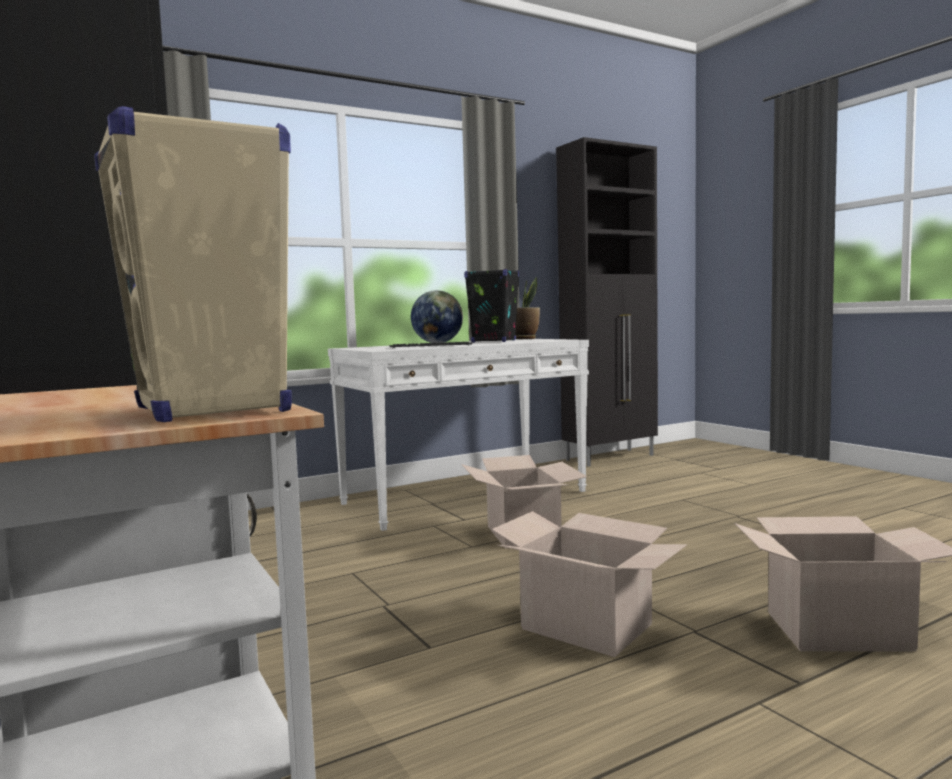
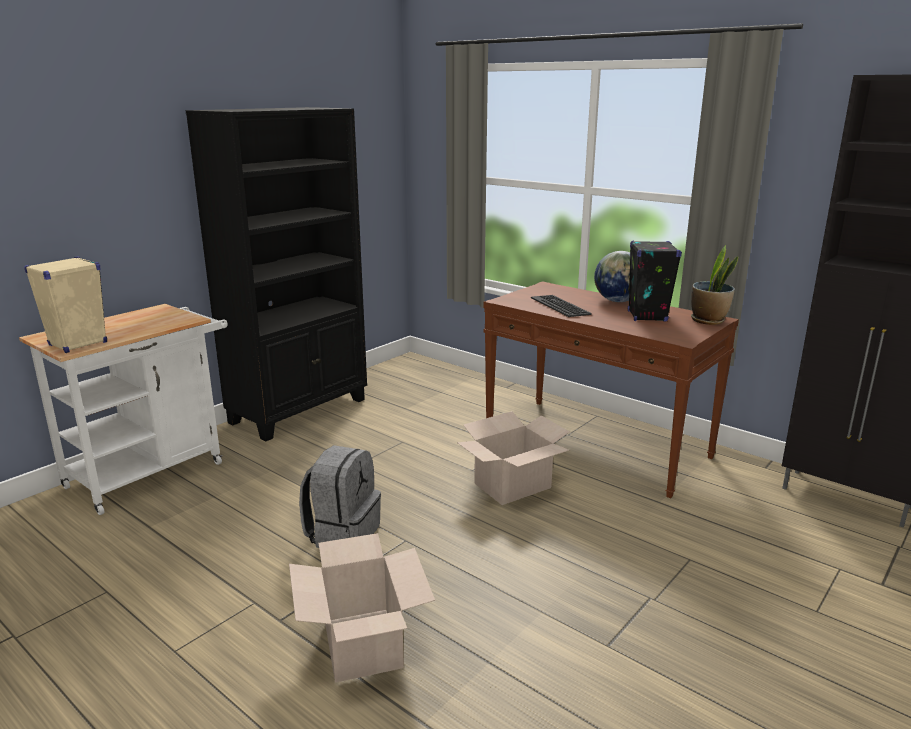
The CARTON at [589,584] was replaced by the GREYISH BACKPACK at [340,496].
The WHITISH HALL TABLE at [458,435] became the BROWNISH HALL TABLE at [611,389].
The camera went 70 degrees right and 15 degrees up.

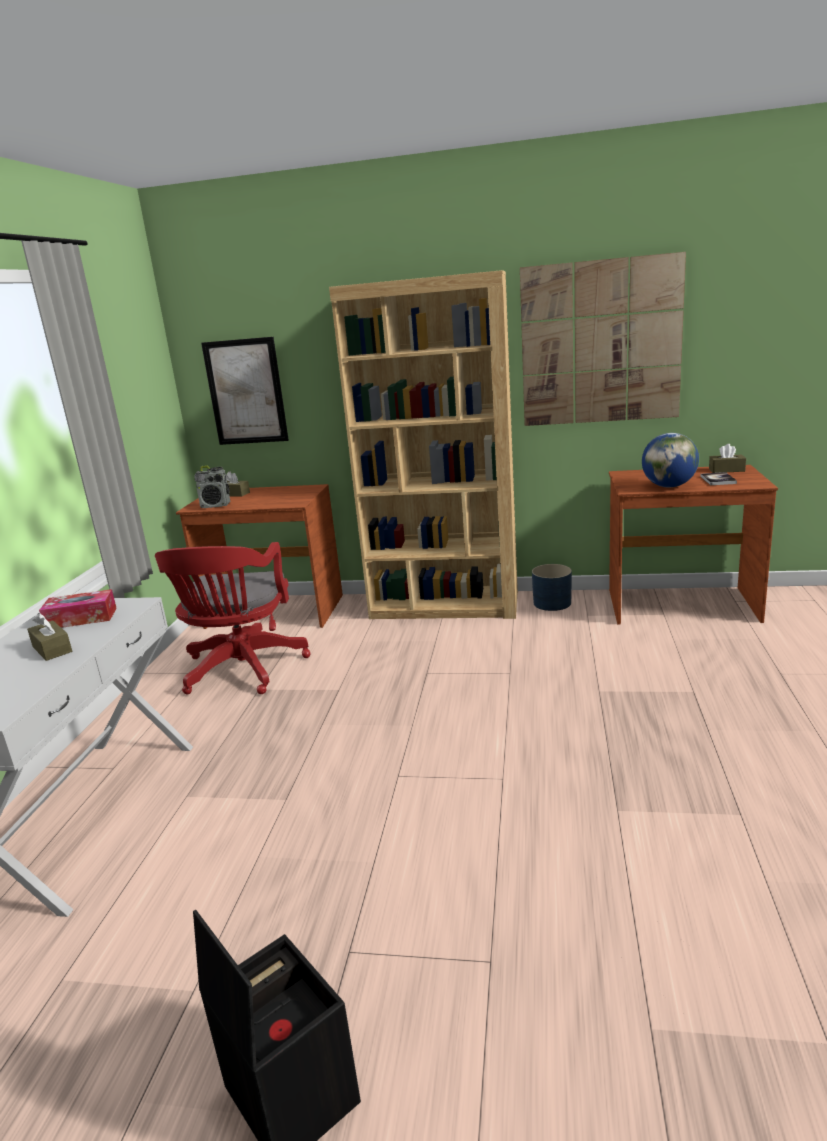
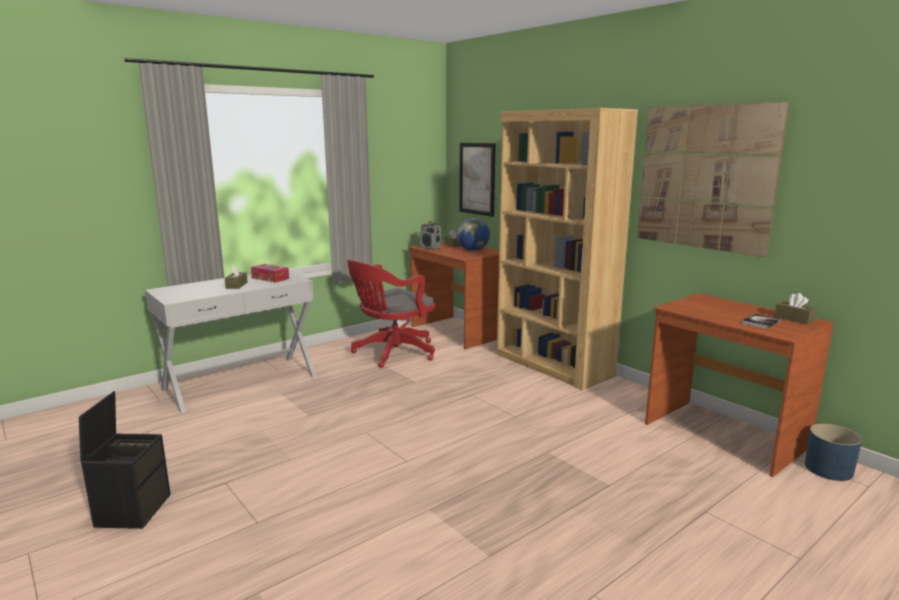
The WORLD GLOBE moved from [670,460] to [473,234].
The BLUE PLANTER moved from [552,587] to [833,452].
The camera went 40 degrees right and 5 degrees down.

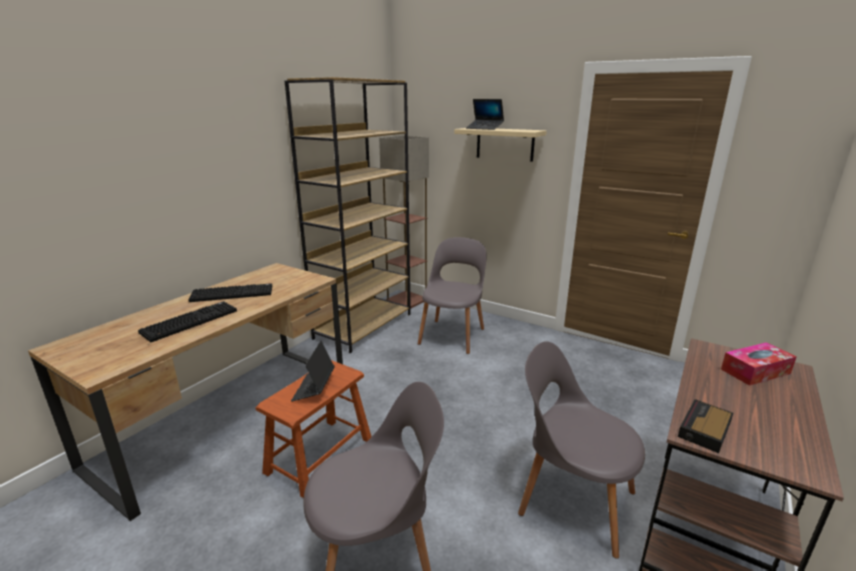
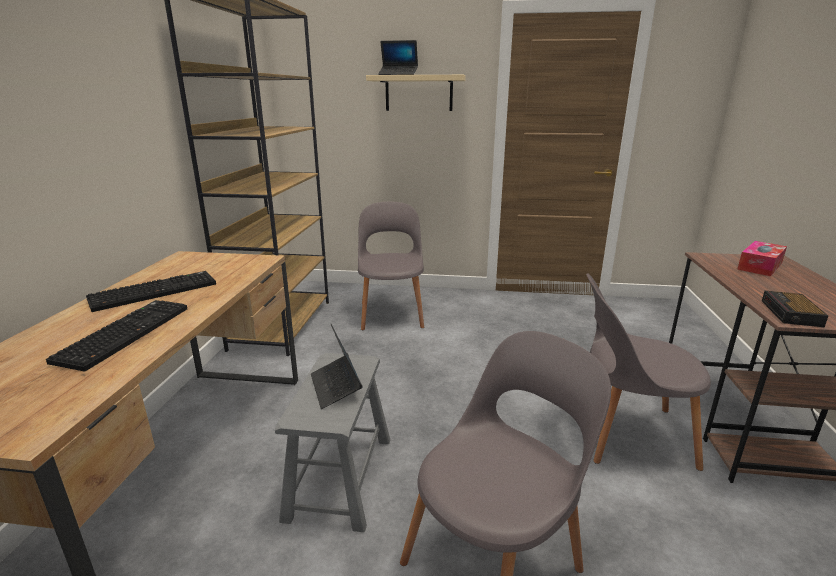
The BROWNISH SITTING STOOL at [313,429] became the GREYISH SITTING STOOL at [332,442].
The STANDARD LAMP at [404,222] disappeared.
The camera went 25 degrees left and 0 degrees up.

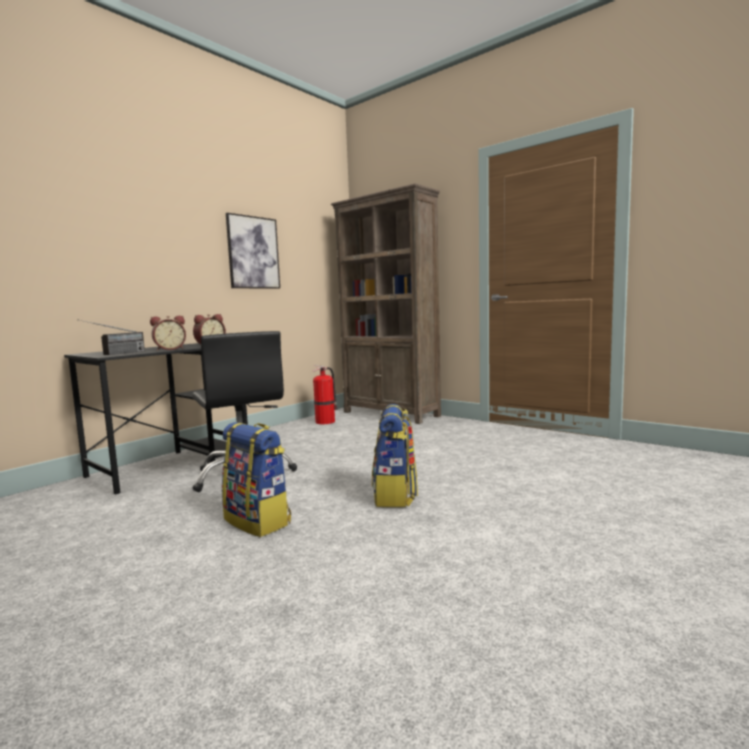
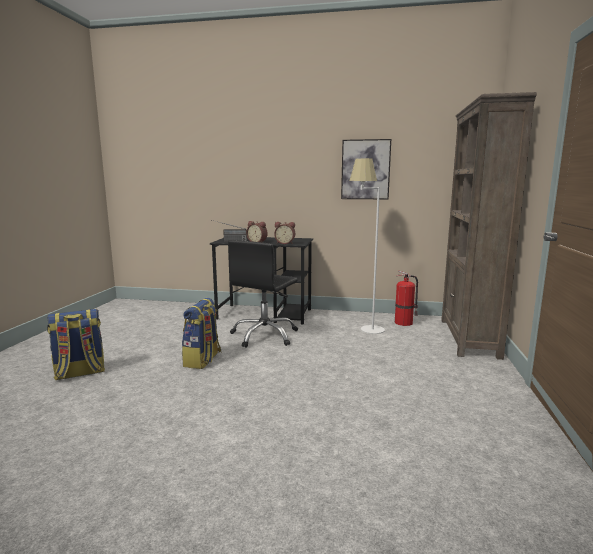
The BACKPACK moved from [395,455] to [76,344].
The WHITISH STANDARD LAMP at [367,246] appeared.
The camera went 60 degrees right and 5 degrees up.

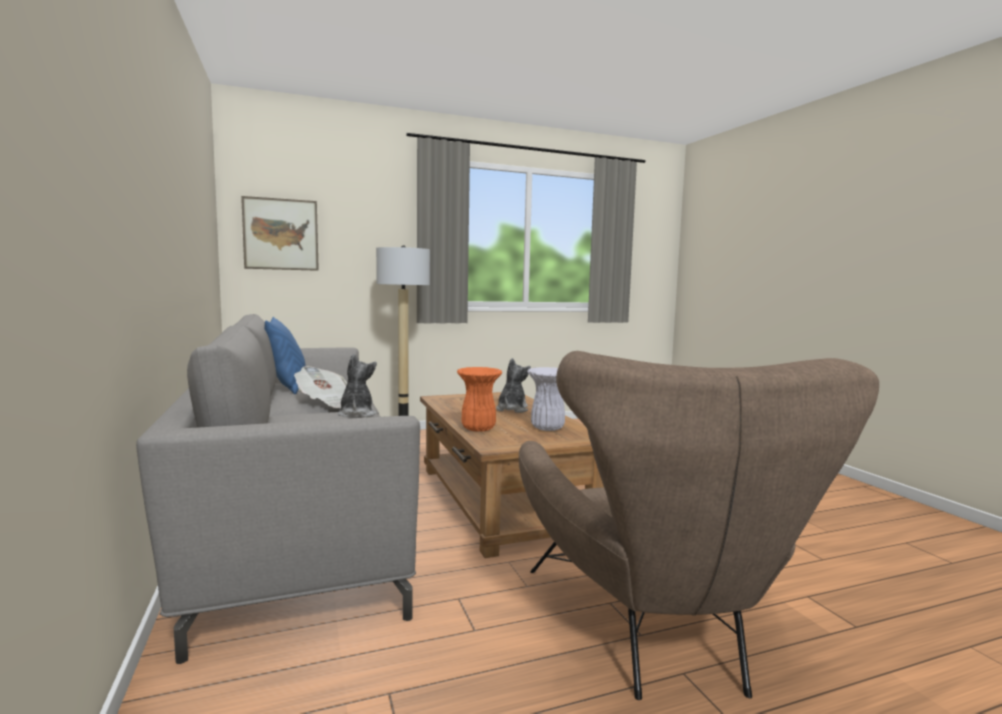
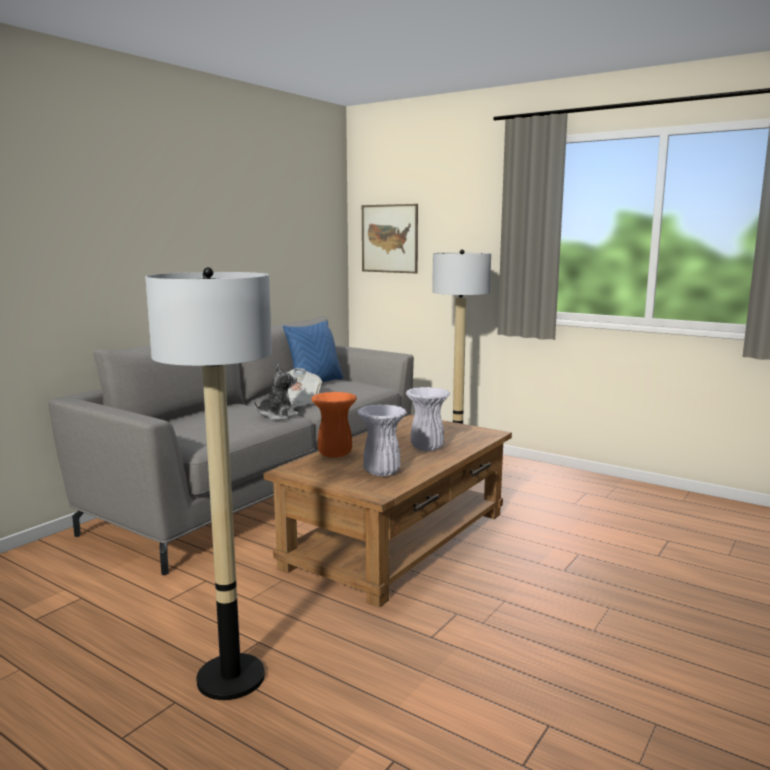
The BROWNISH EASY CHAIR at [699,525] was replaced by the STANDARD LAMP at [208,483].
The CUDDLY TOY at [513,385] was replaced by the WHITISH DECORATIVE VASE at [428,419].
The camera went 55 degrees right and 5 degrees up.

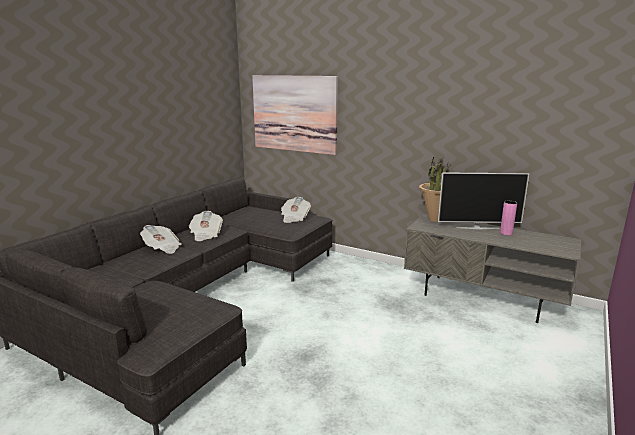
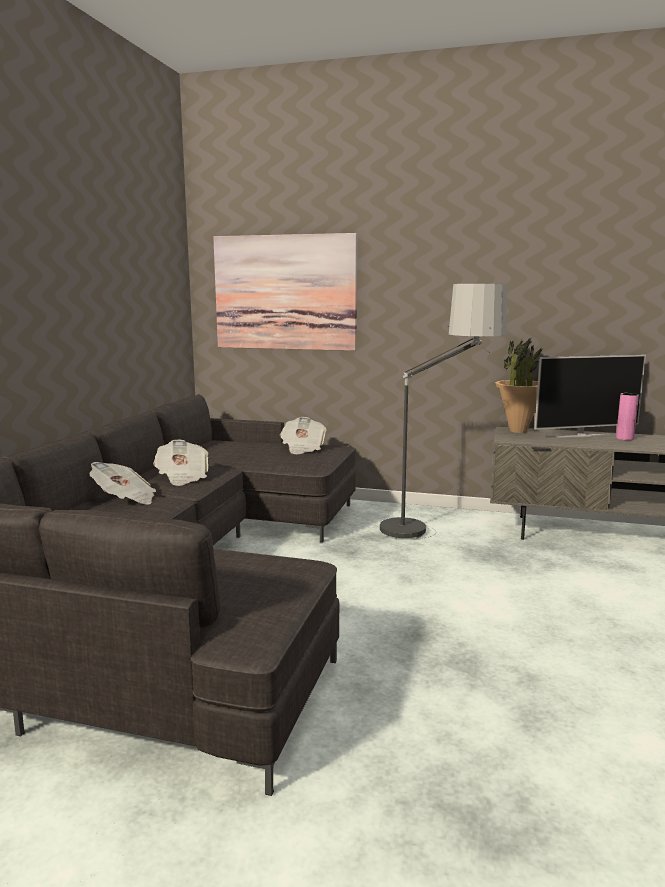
The STANDARD LAMP at [443,411] appeared.
The camera went 15 degrees left and 5 degrees down.

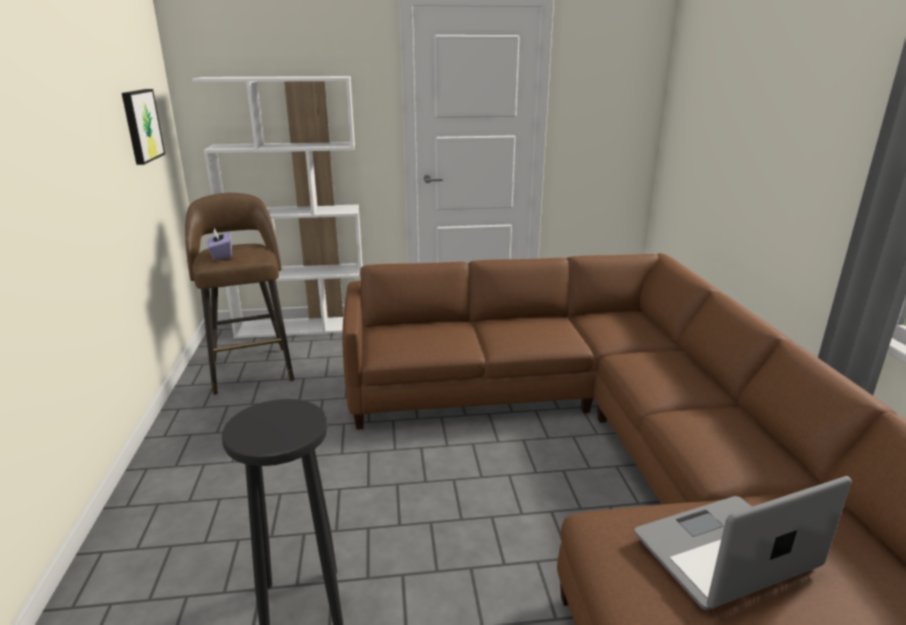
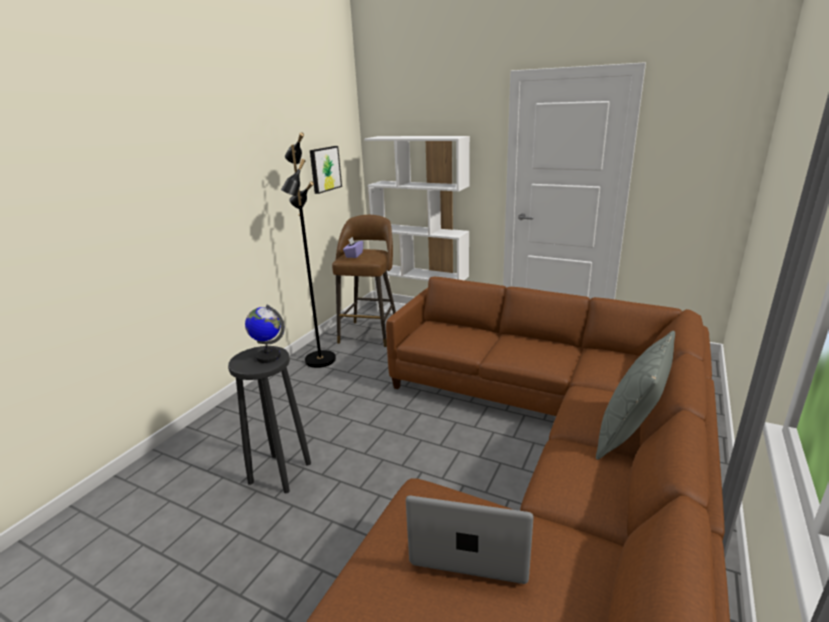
The WORLD GLOBE at [265,334] appeared.
The BLACK STANDARD LAMP at [308,250] appeared.
The GREYISH PILLOW at [635,395] appeared.
The camera went 35 degrees right and 0 degrees up.

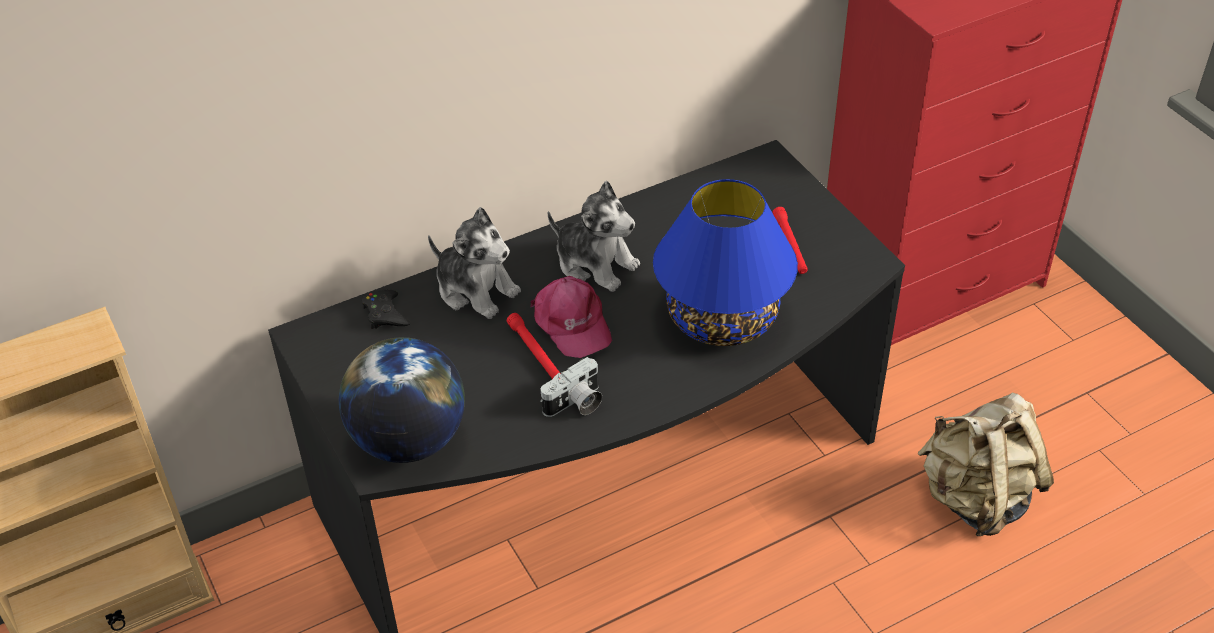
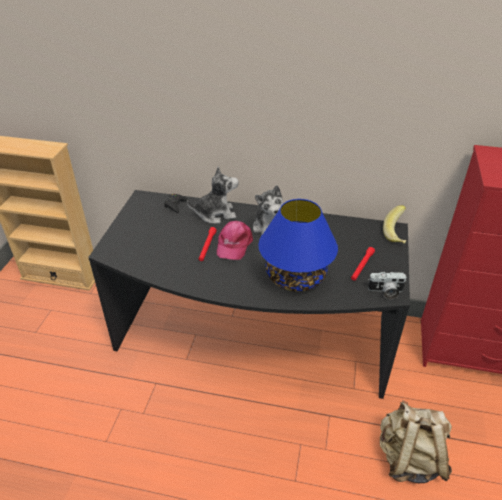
The CUDDLY TOY at [474,263] turned 90 degrees counterclockwise.
The PHOTO CAMERA moved from [571,387] to [387,285].
The BANANA at [394,224] appeared.
The WORLD GLOBE at [402,400] disappeared.
The camera went 40 degrees right and 5 degrees down.

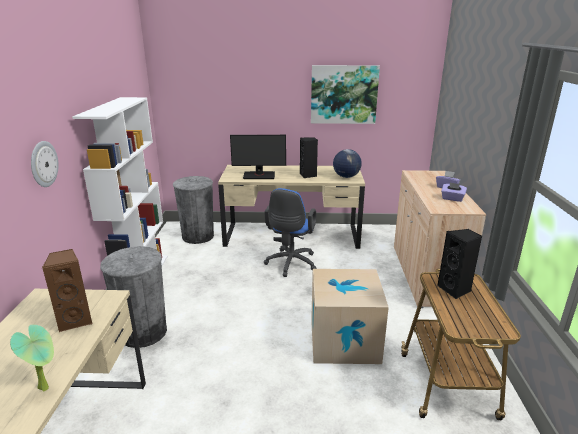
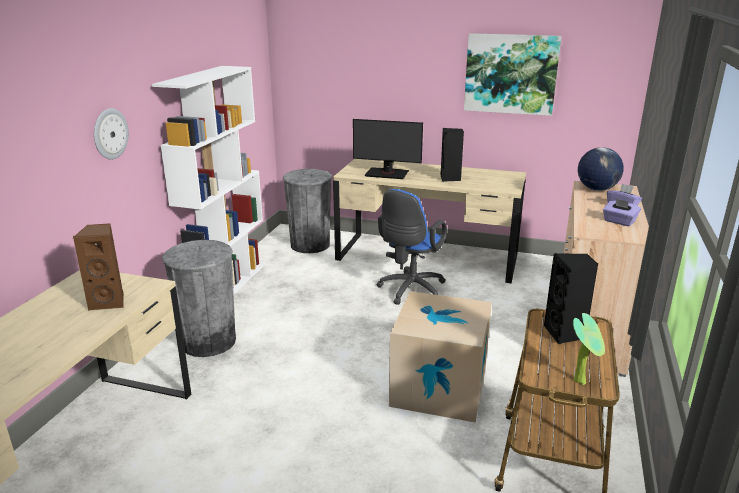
The PLANT IN A POT moved from [32,358] to [589,349].
The WORLD GLOBE moved from [347,163] to [601,169].
The camera went 15 degrees right and 0 degrees up.

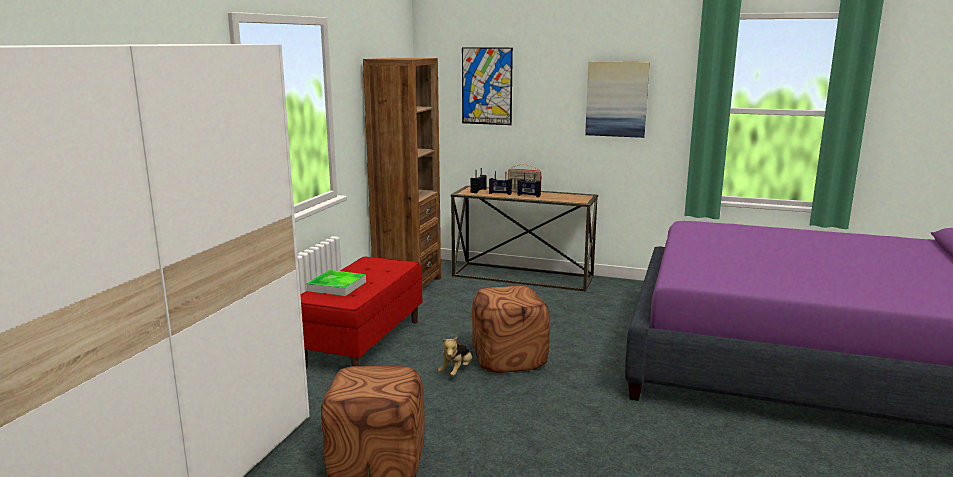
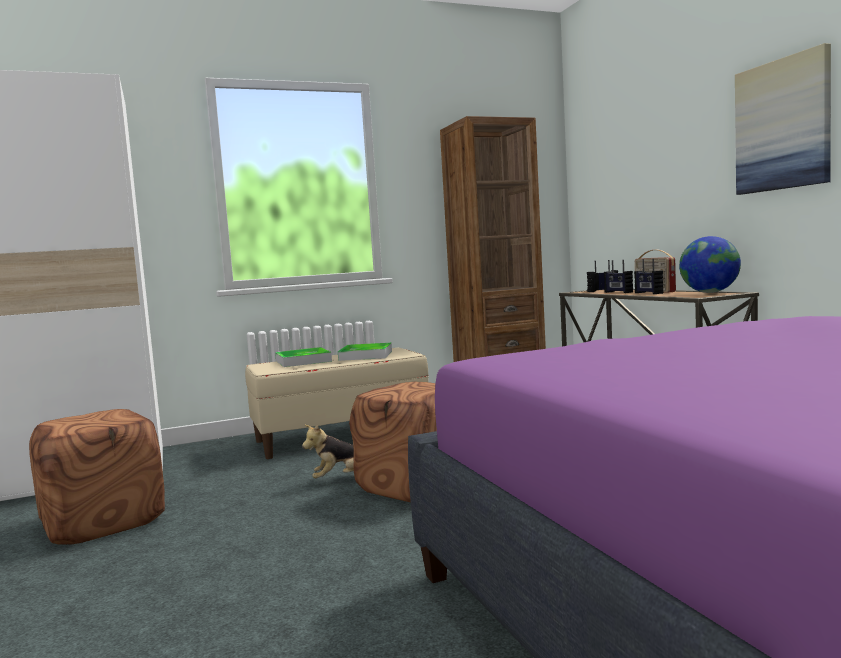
The RED-COLOURED BENCH at [361,313] became the BEIGE BENCH at [337,403].
The SERVING TRAY at [365,352] appeared.
The WORLD GLOBE at [710,264] appeared.
The WALL ART at [487,86] disappeared.
The camera went 50 degrees right and 10 degrees down.

